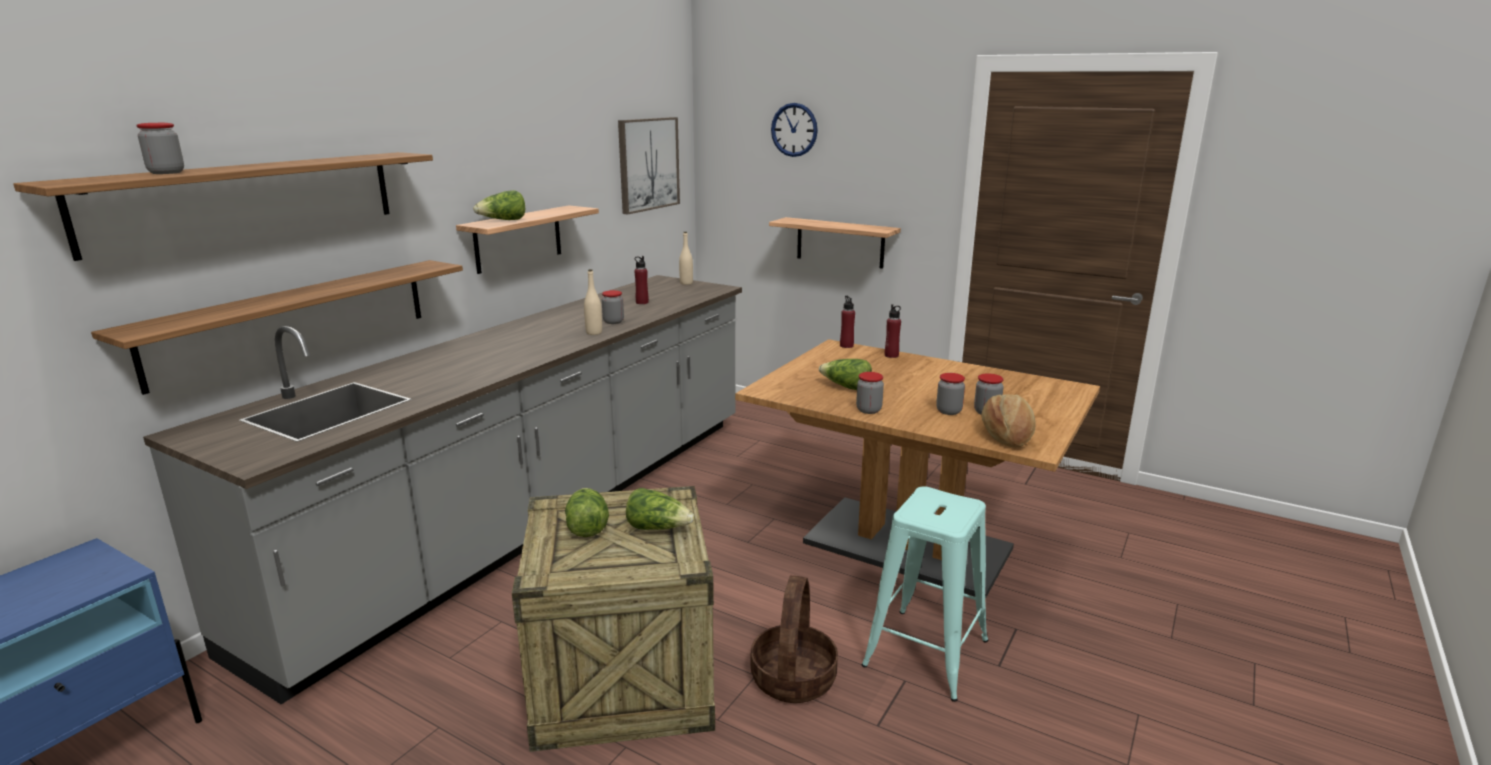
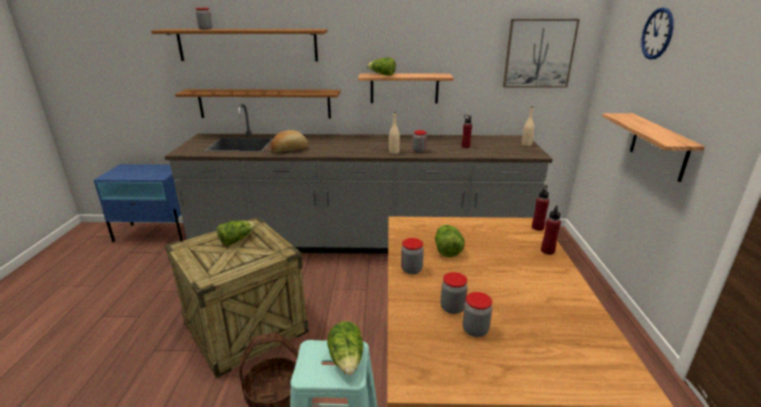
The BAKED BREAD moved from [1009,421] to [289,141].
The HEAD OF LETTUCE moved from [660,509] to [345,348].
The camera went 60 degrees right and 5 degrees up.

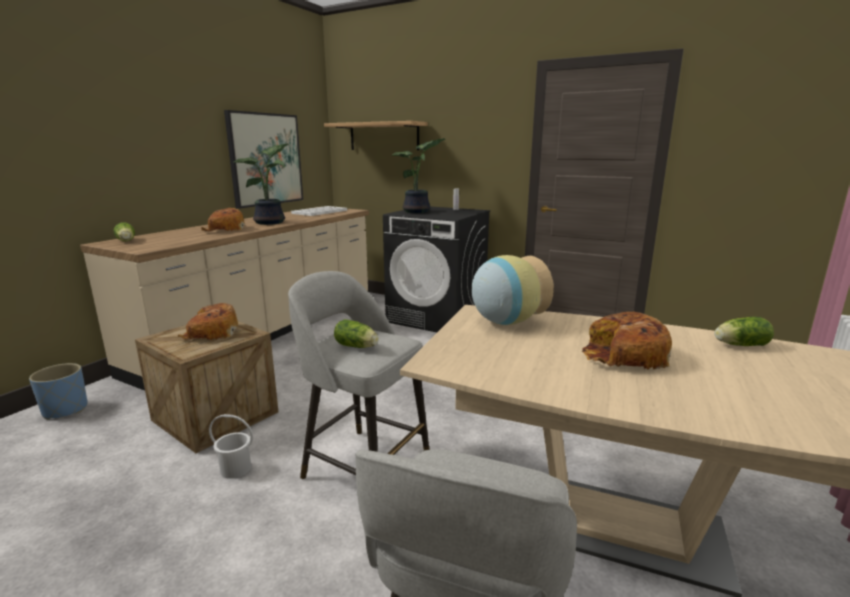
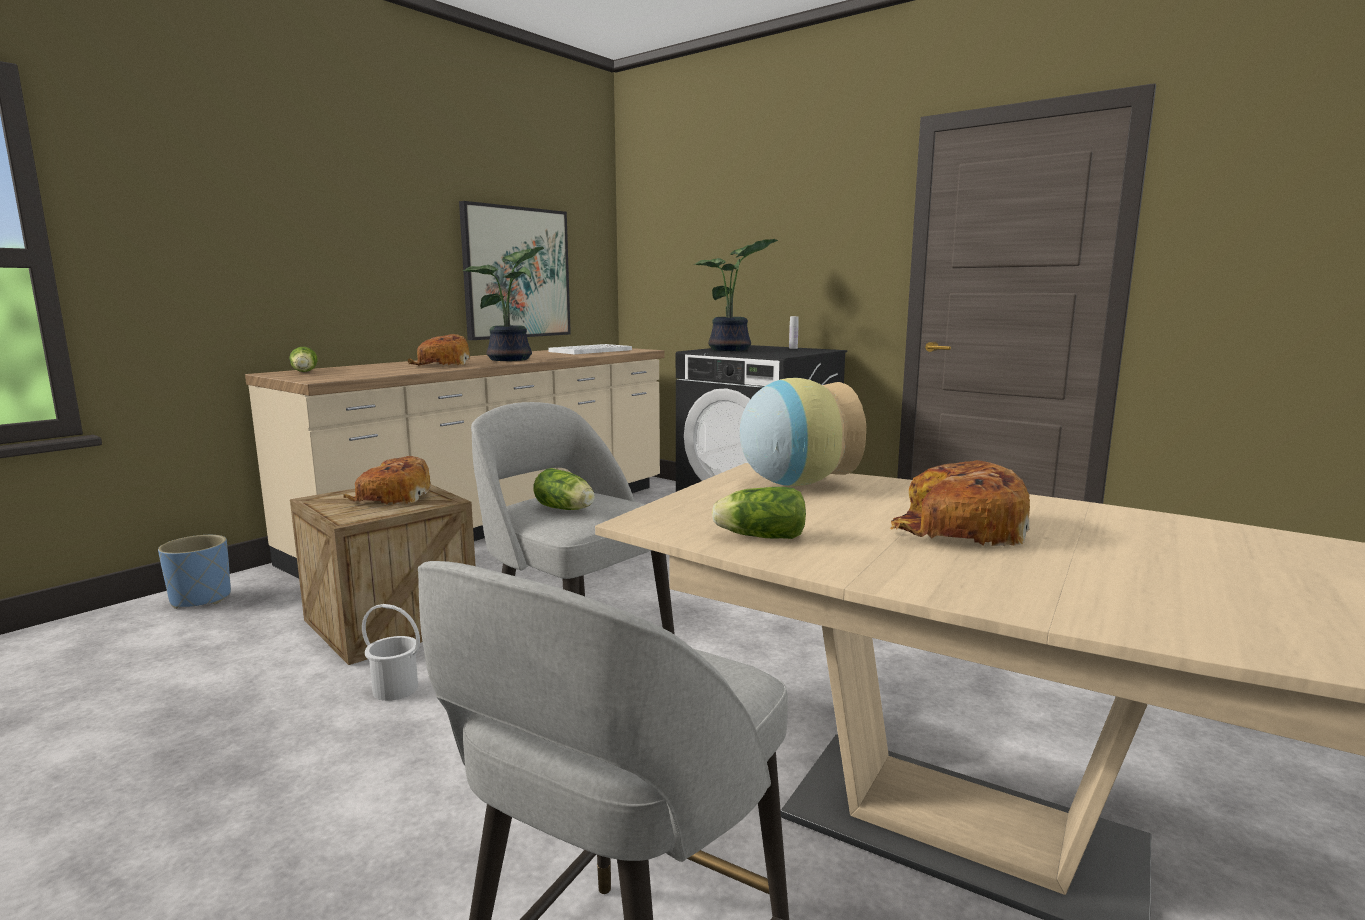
The HEAD OF LETTUCE moved from [744,331] to [759,513].
The SHELF at [376,135] disappeared.
The camera went 10 degrees right and 5 degrees down.

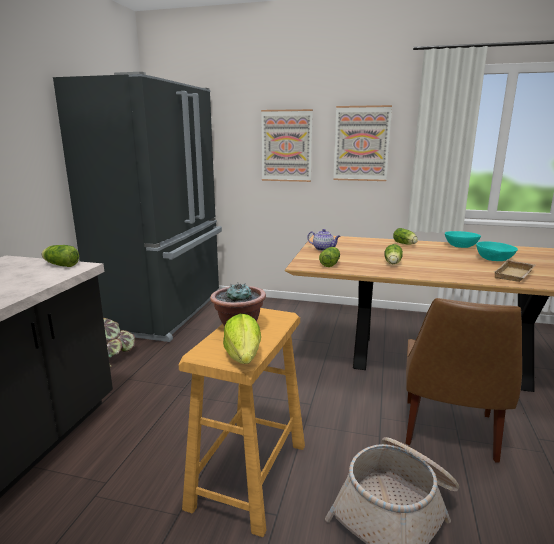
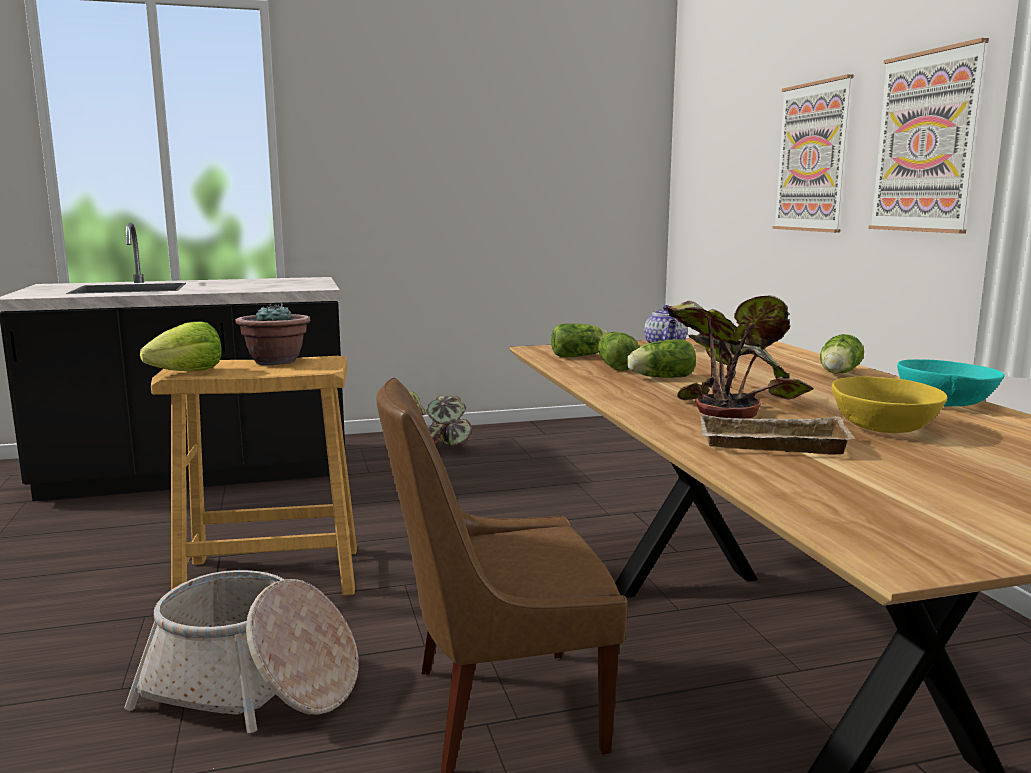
The HEAD OF LETTUCE moved from [60,256] to [618,351].
The PLANT IN A POT at [739,357] appeared.
The TURQUOISE-COLOURED SERVING BOWL at [497,251] became the YELLOW-COLOURED SERVING BOWL at [889,404].
The BLACK REFRIGERATOR at [137,207] disappeared.
The camera went 60 degrees right and 5 degrees down.

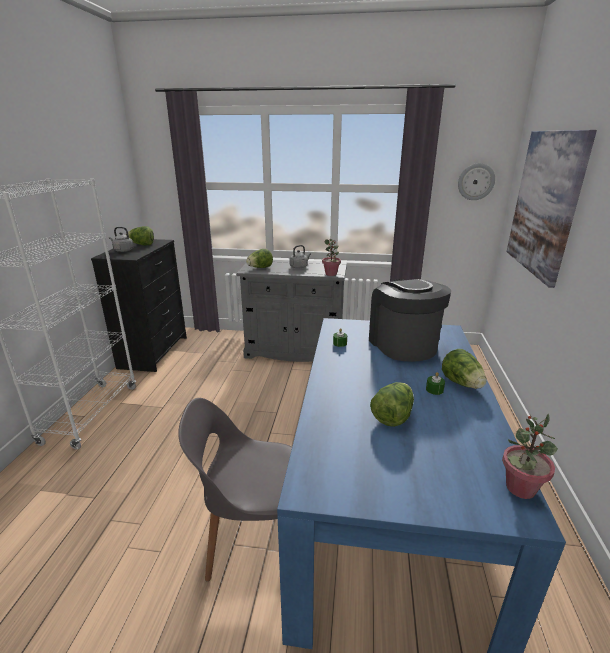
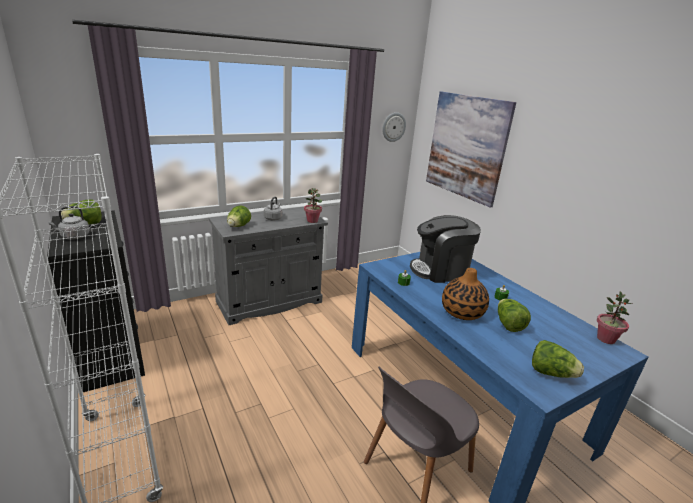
The COFFEE MACHINE at [410,320] turned 45 degrees counterclockwise.
The DECORATIVE VASE at [465,294] appeared.
The HEAD OF LETTUCE moved from [464,369] to [558,359].
The camera went 40 degrees left and 0 degrees up.

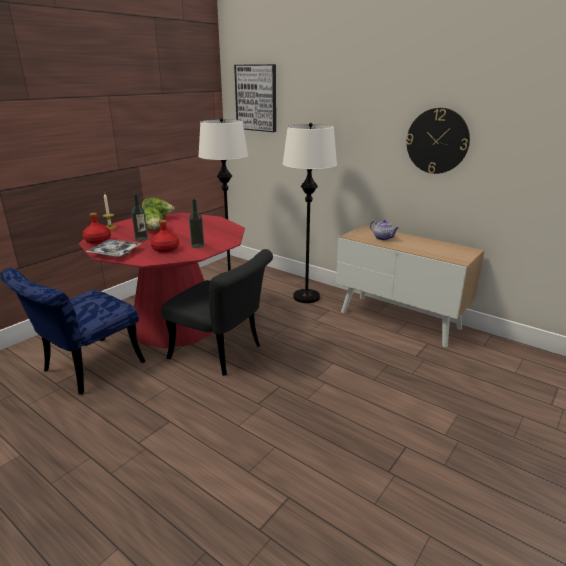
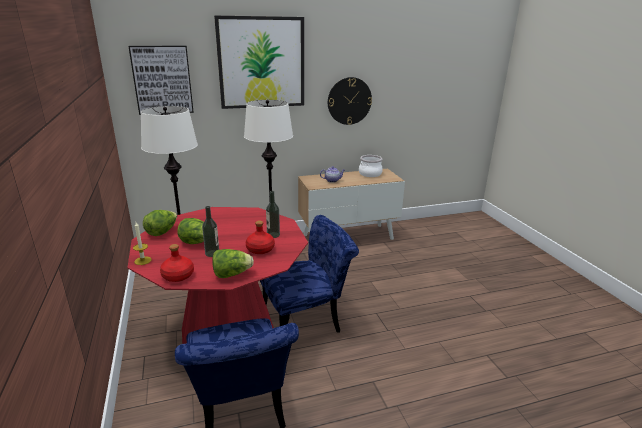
The SERVING TRAY at [114,248] was replaced by the HEAD OF LETTUCE at [233,263].
The WALL ART at [259,62] appeared.
The BLACK UPRIGHT CHAIR at [217,312] became the BLUE UPRIGHT CHAIR at [309,274].
The STOCKPOT at [371,166] appeared.
The camera went 55 degrees left and 0 degrees up.

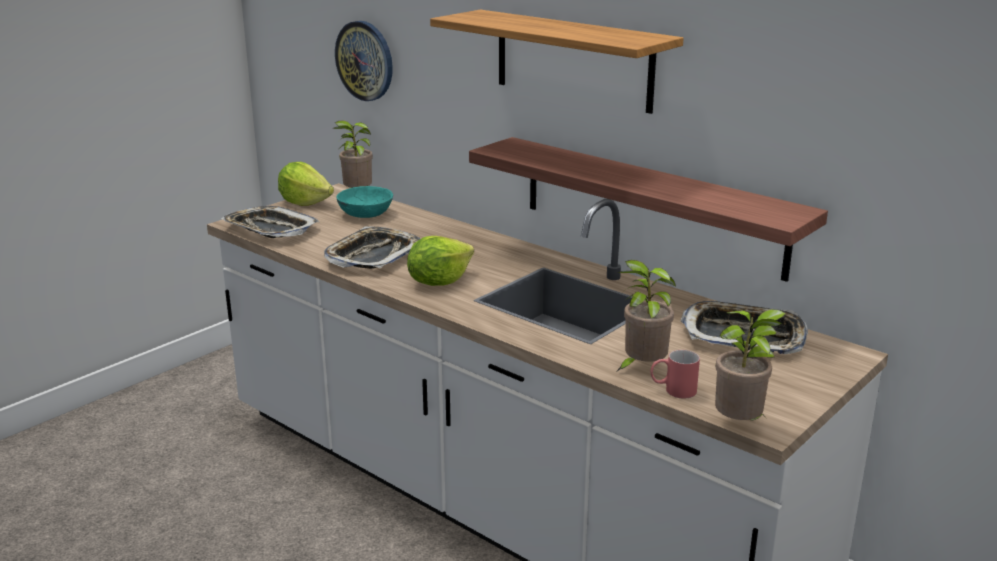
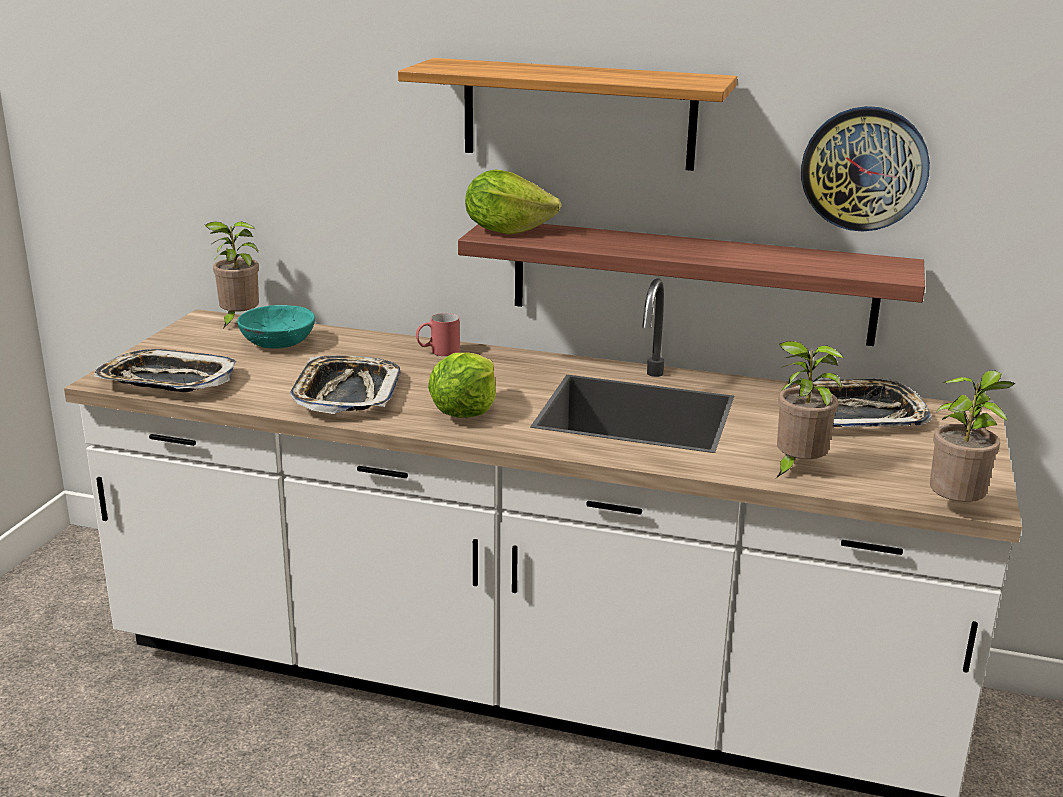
The RED-COLOURED TEA MUG moved from [675,374] to [438,334].
The HEAD OF LETTUCE moved from [306,184] to [513,202].
The WALL CLOCK moved from [364,61] to [865,168].
The camera went 25 degrees left and 0 degrees up.

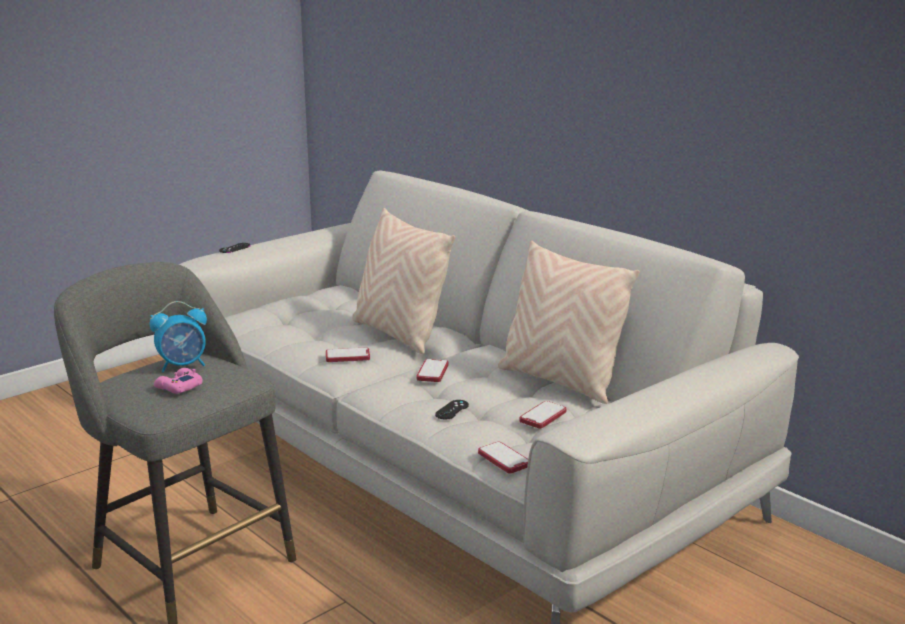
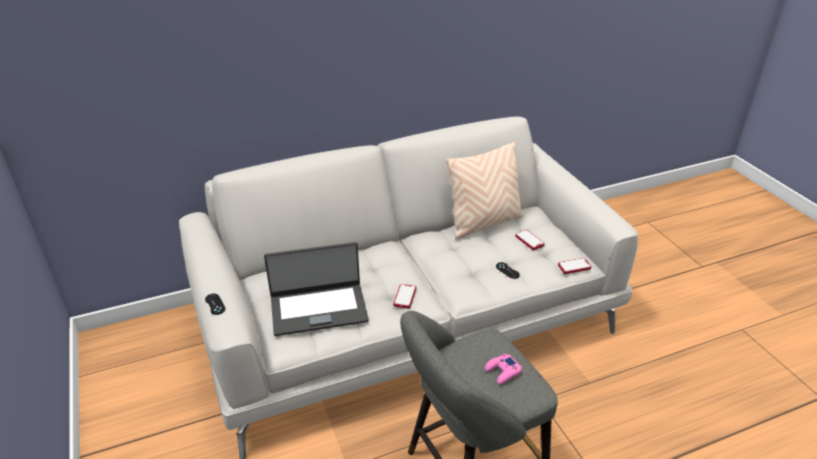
The LAPTOP at [316,289] appeared.
The TABLE CLOCK at [178,336] disappeared.
The BEIGE PILLOW at [403,281] disappeared.
The TELEPHONE at [432,370] disappeared.
The camera went 70 degrees left and 15 degrees up.

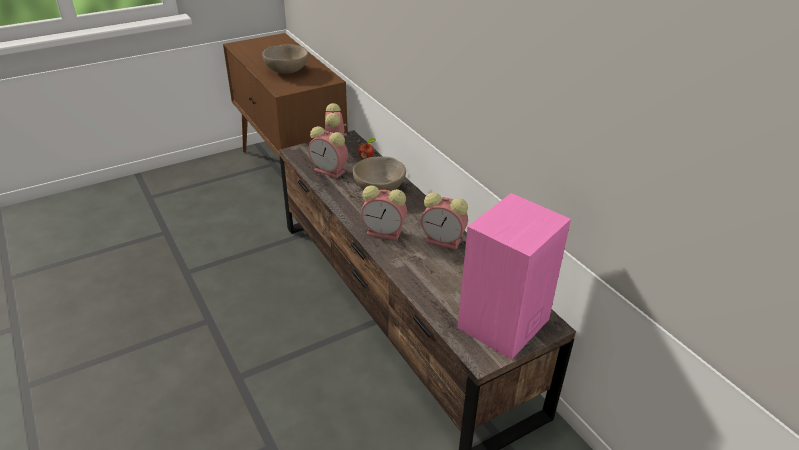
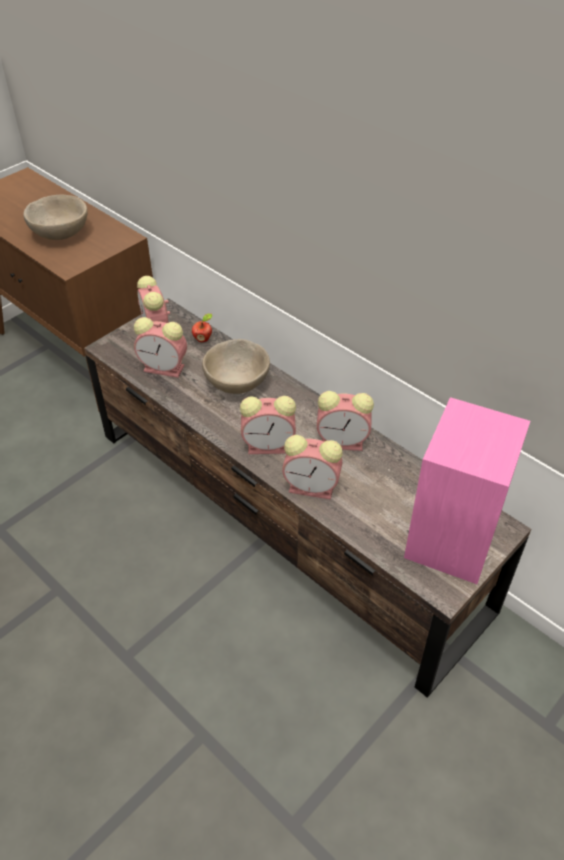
The TABLE CLOCK at [312,467] appeared.
The camera went 15 degrees left and 10 degrees up.

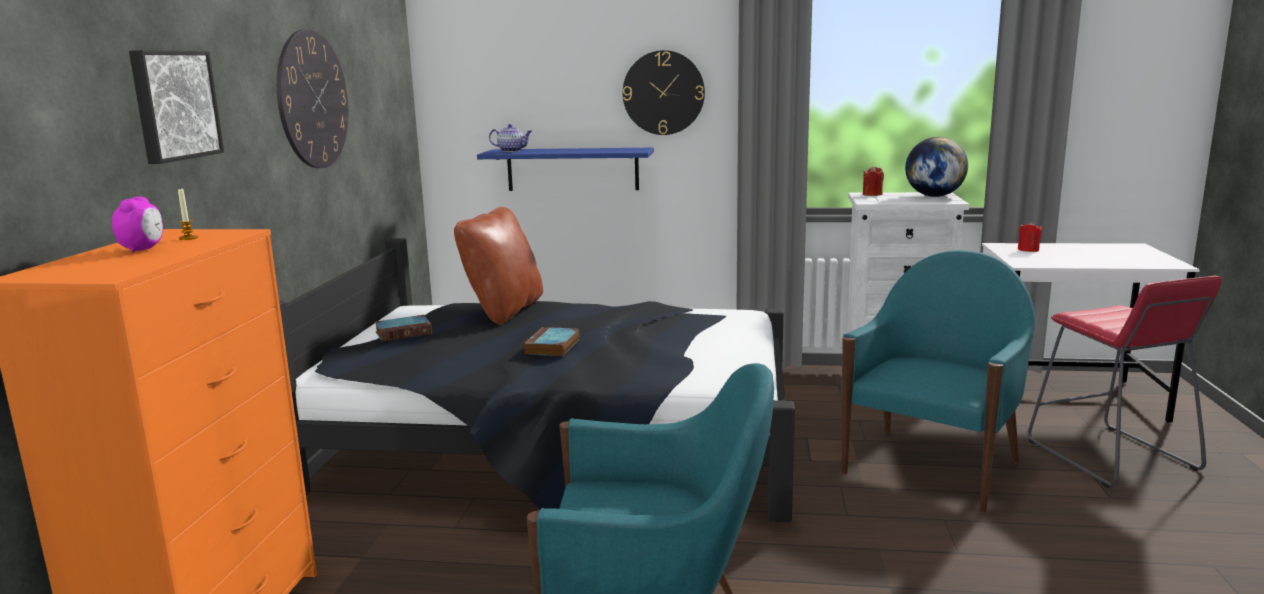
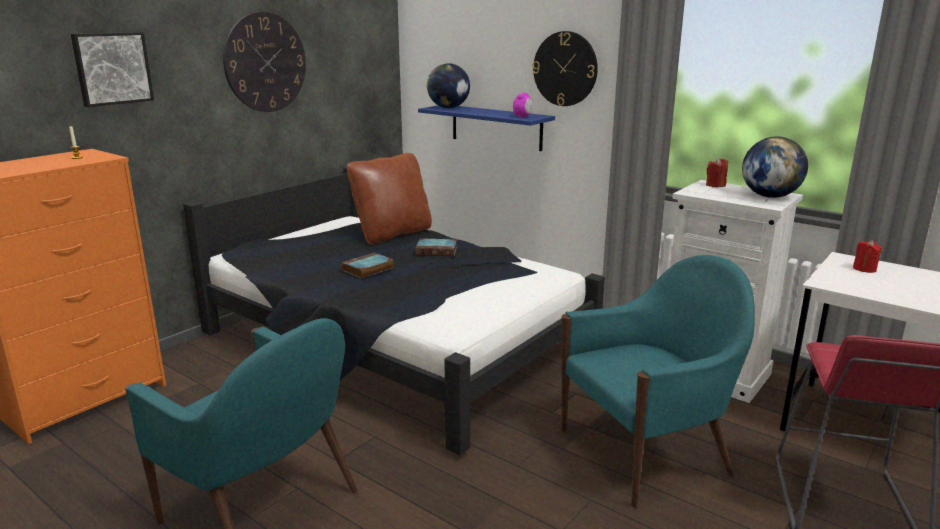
The BOOK moved from [404,328] to [436,247].
The TEA POT at [510,138] was replaced by the WORLD GLOBE at [448,85].
The TABLE CLOCK moved from [137,224] to [522,105].
The camera went 30 degrees right and 5 degrees up.

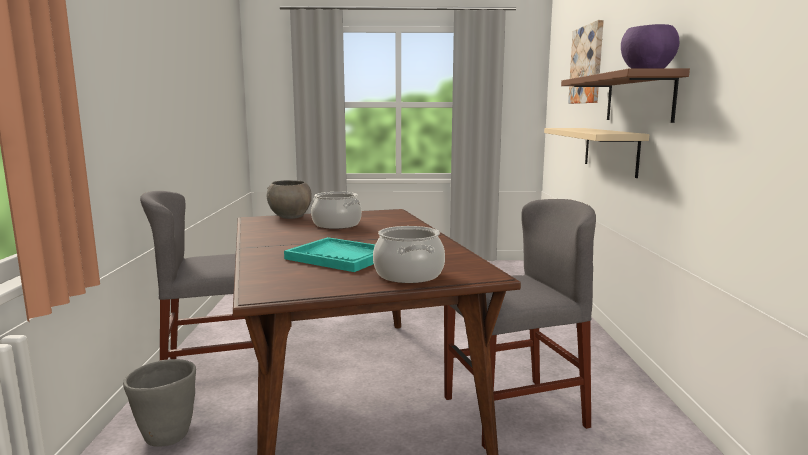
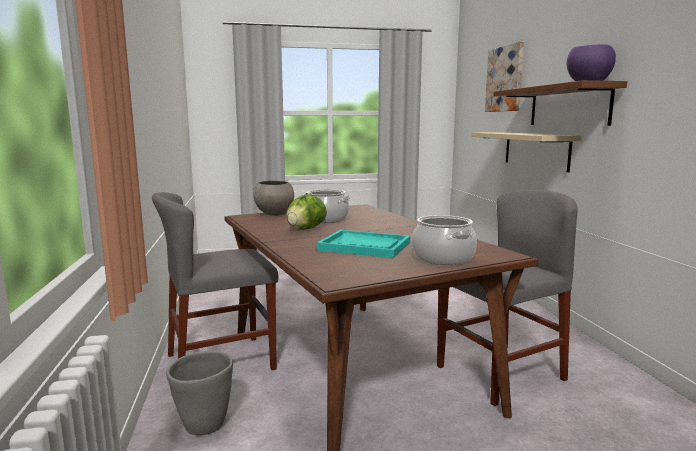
The HEAD OF LETTUCE at [307,212] appeared.
The camera went 10 degrees left and 0 degrees up.

